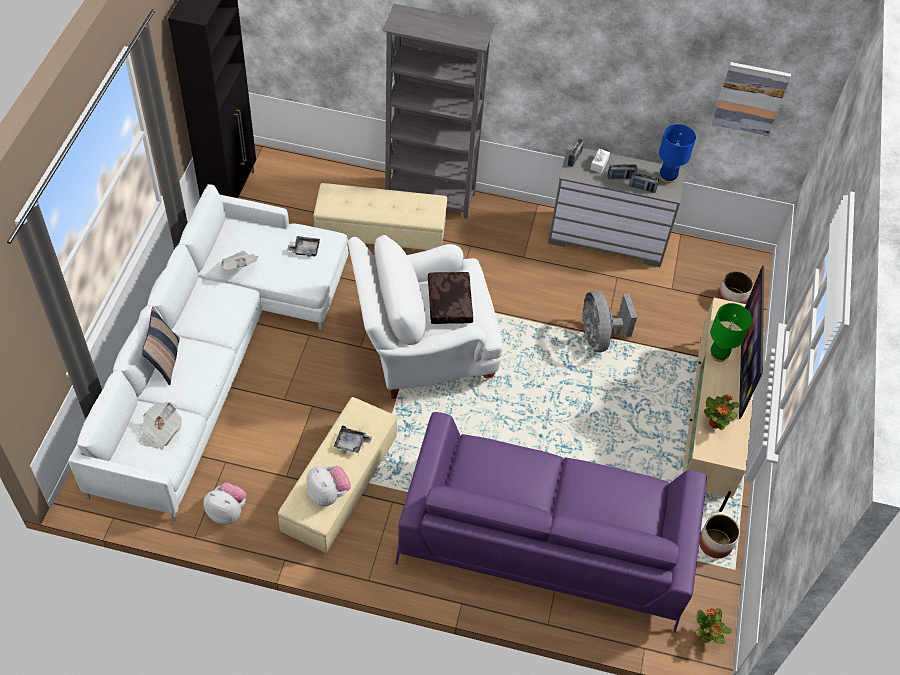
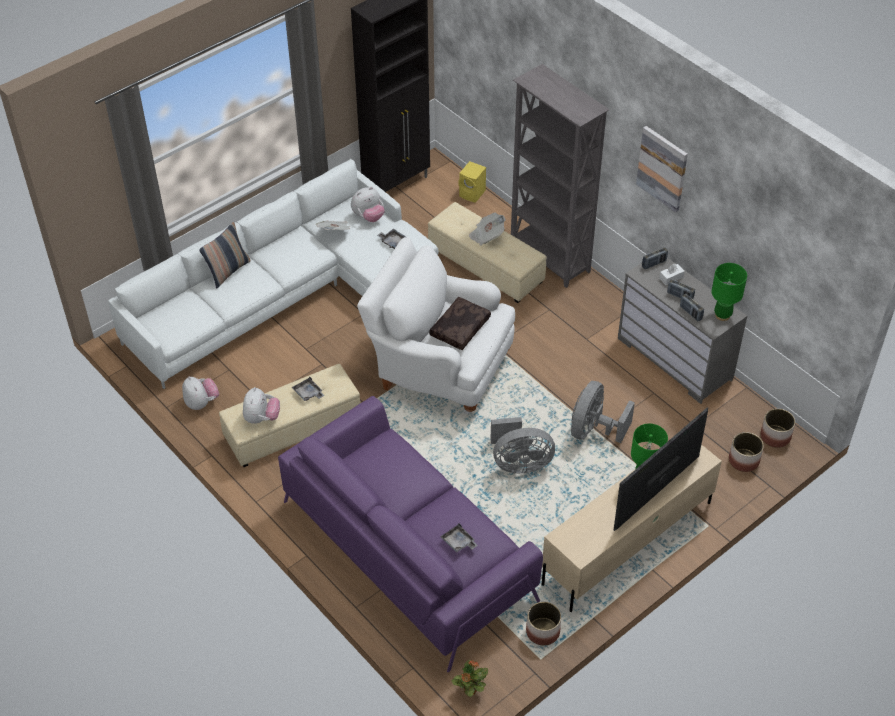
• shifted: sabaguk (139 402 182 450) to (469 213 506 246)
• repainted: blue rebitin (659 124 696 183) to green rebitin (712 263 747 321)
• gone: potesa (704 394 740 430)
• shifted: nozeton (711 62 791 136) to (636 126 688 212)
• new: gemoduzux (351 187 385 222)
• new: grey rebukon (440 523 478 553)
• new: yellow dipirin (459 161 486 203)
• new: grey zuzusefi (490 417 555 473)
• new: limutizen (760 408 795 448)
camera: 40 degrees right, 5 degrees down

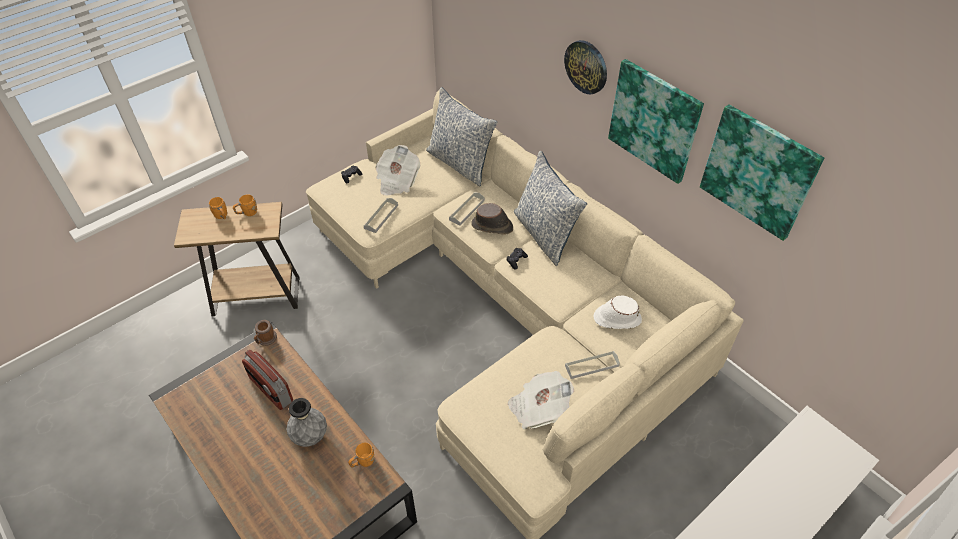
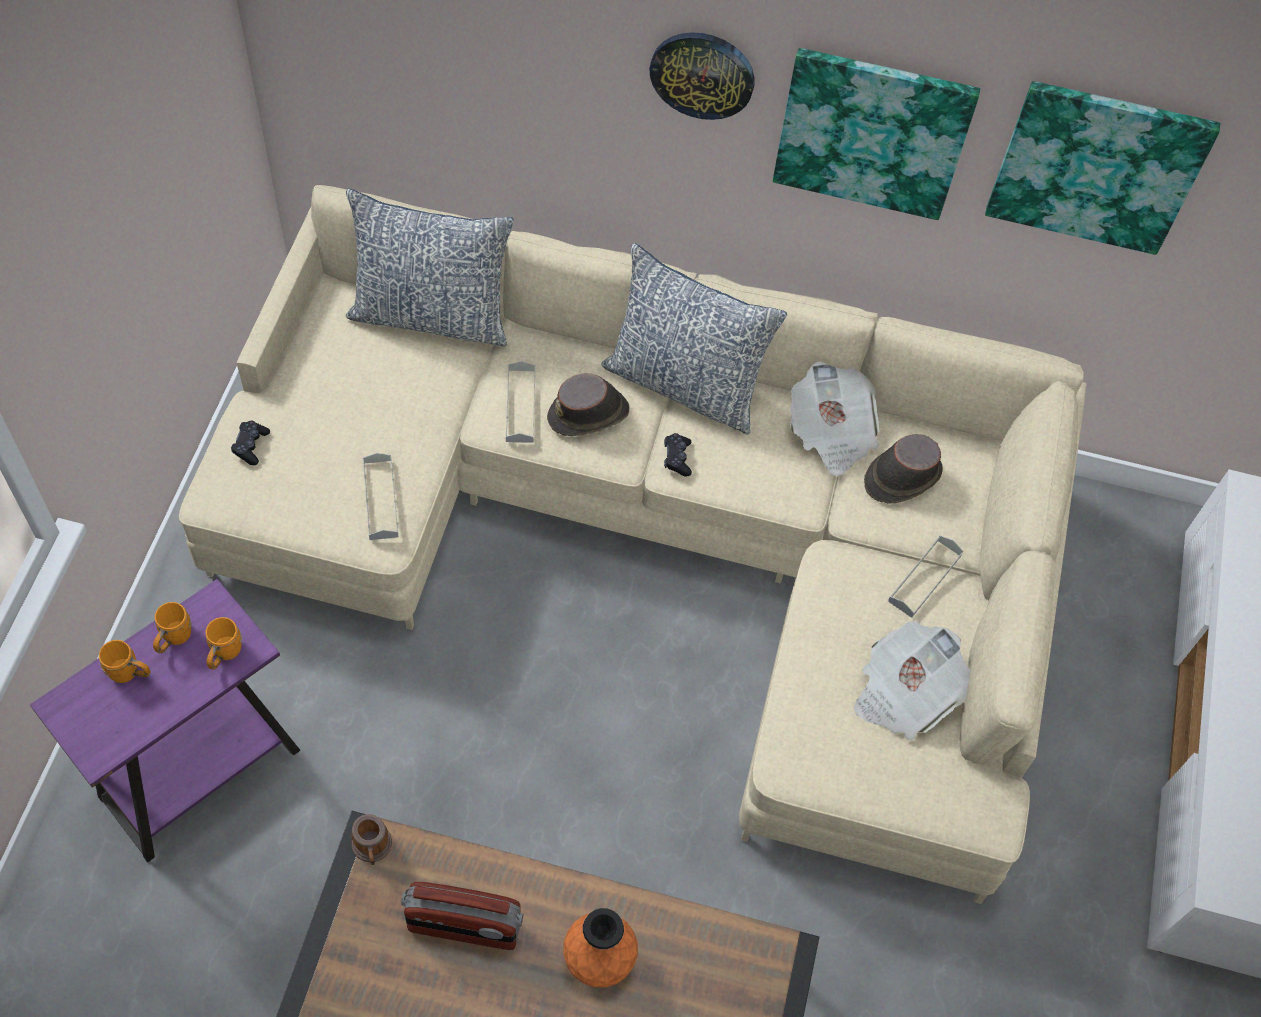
• repainted: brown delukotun (174 202 300 316) to purple delukotun (30 579 300 862)
• repainted: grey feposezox (287 398 327 447) to orange feposezox (563 908 638 987)
• shifted: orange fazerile (348 442 375 467) to (206 617 242 670)
• shifted: sabaguk (376 145 420 195) to (790 361 879 476)
• repainted: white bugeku (593 296 642 329) to brown bugeku (864 434 943 504)
camera: 40 degrees left, 10 degrees up

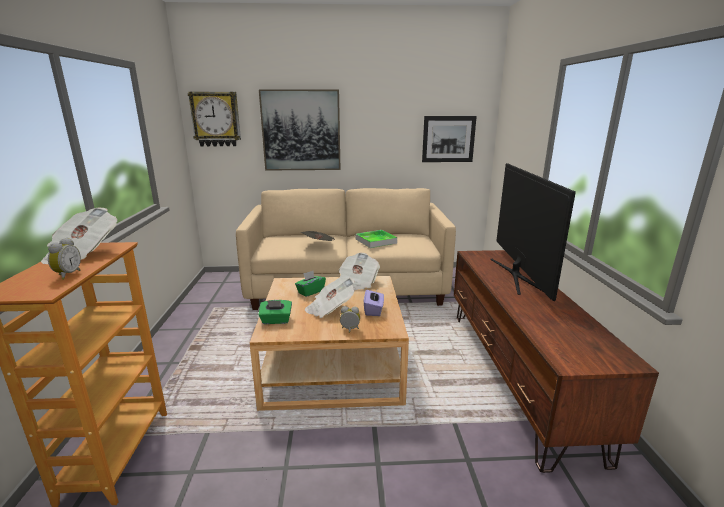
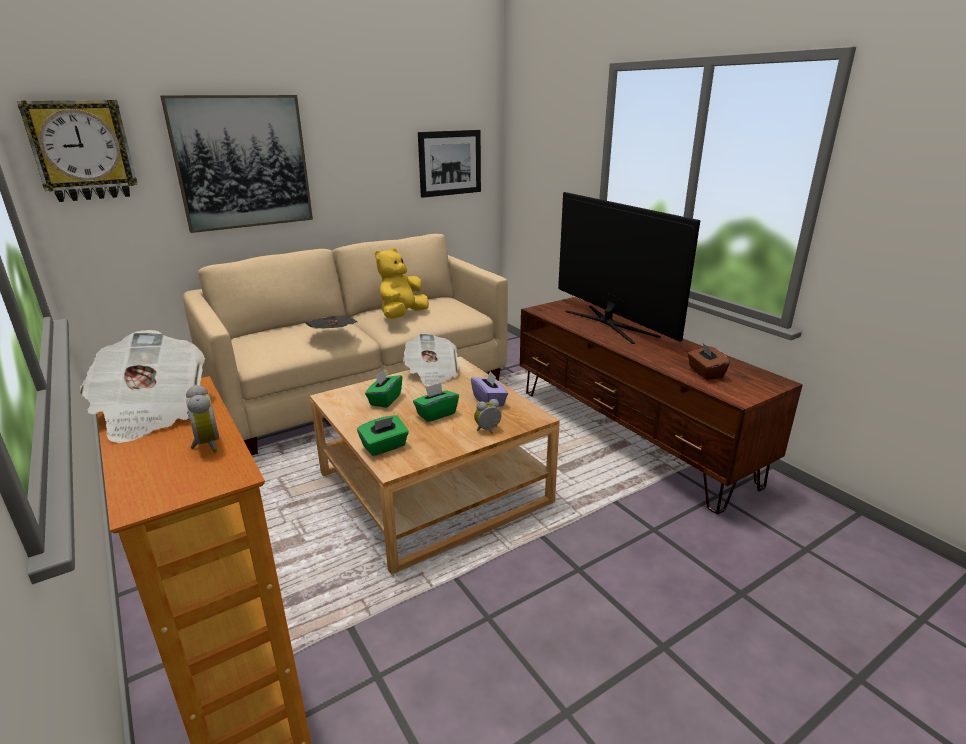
• swapped: sabaguk (305 278 355 318) to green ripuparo (413 383 459 422)
• swapped: rebukon (356 230 397 248) to yellow gemoduzux (375 248 429 319)
• new: brown ripuparo (688 342 730 380)
camera: 30 degrees left, 5 degrees up

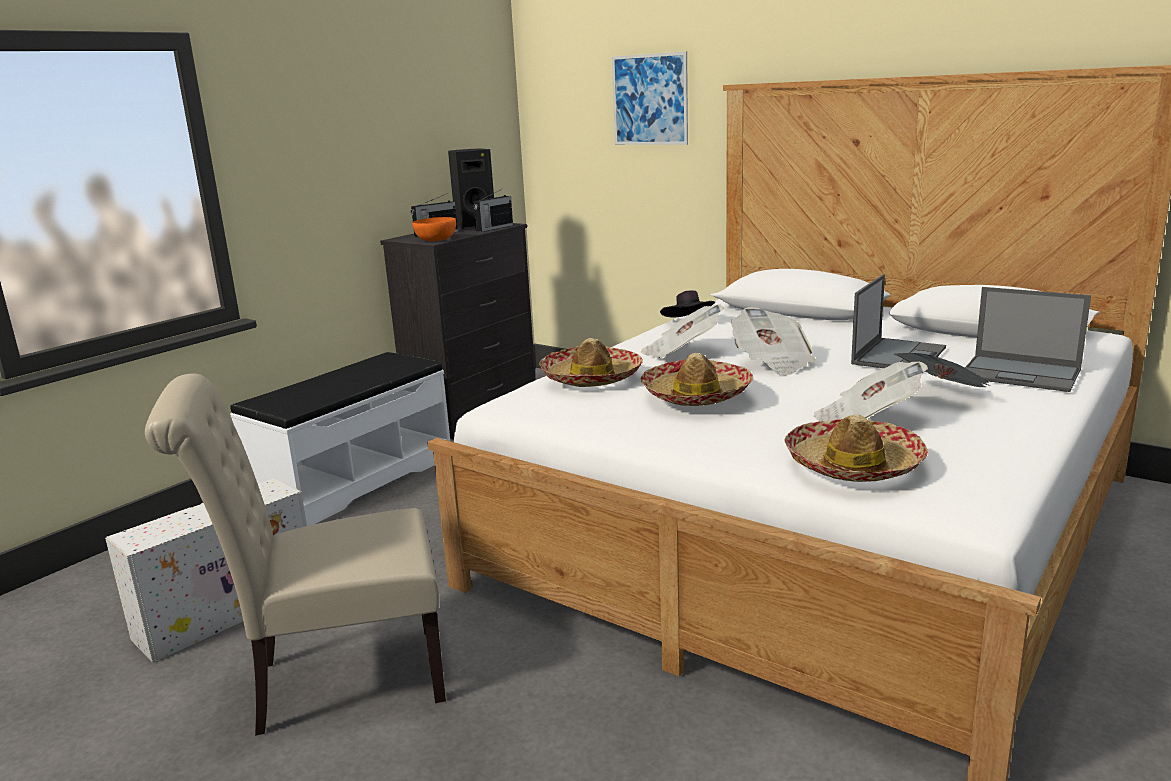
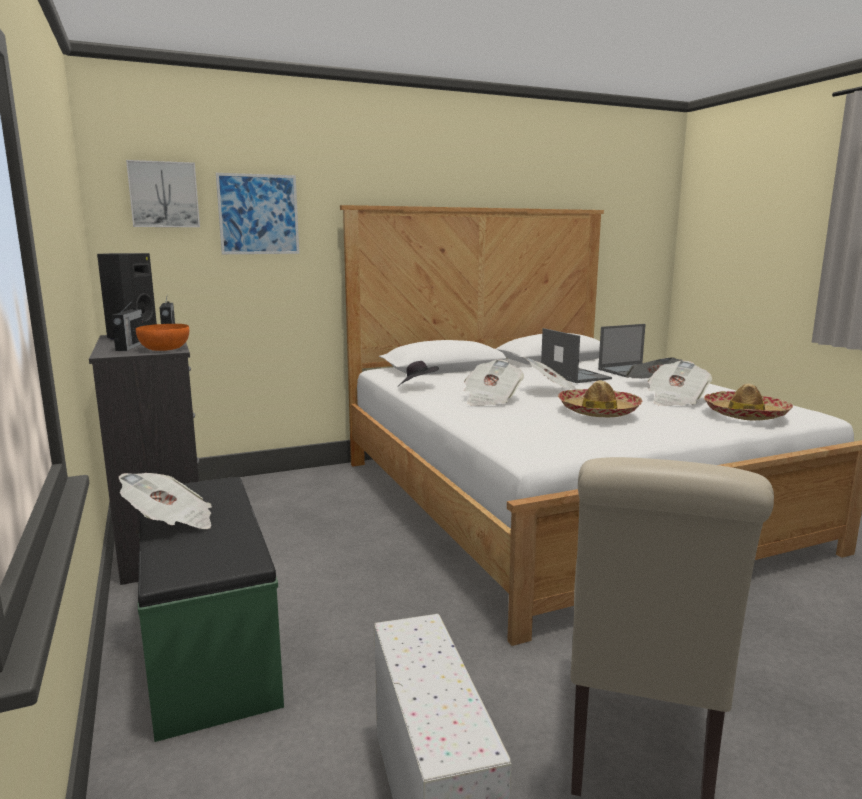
• repainted: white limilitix (230 352 450 526) to green limilitix (138 477 284 742)
• gone: bugeku (539 338 643 387)
• new: sabaguk (119 473 212 529)
• new: nozeton (126 160 200 227)
camera: 60 degrees left, 5 degrees down

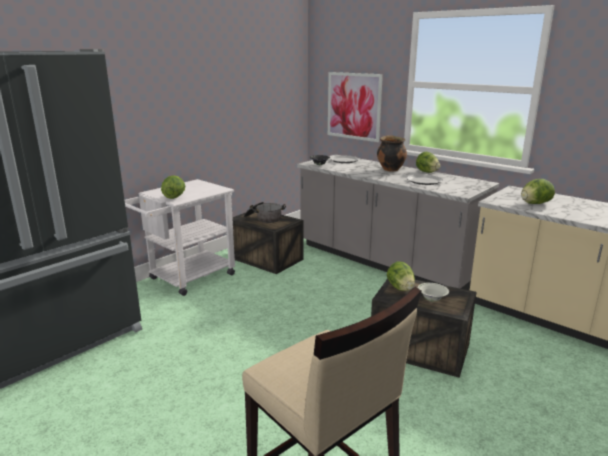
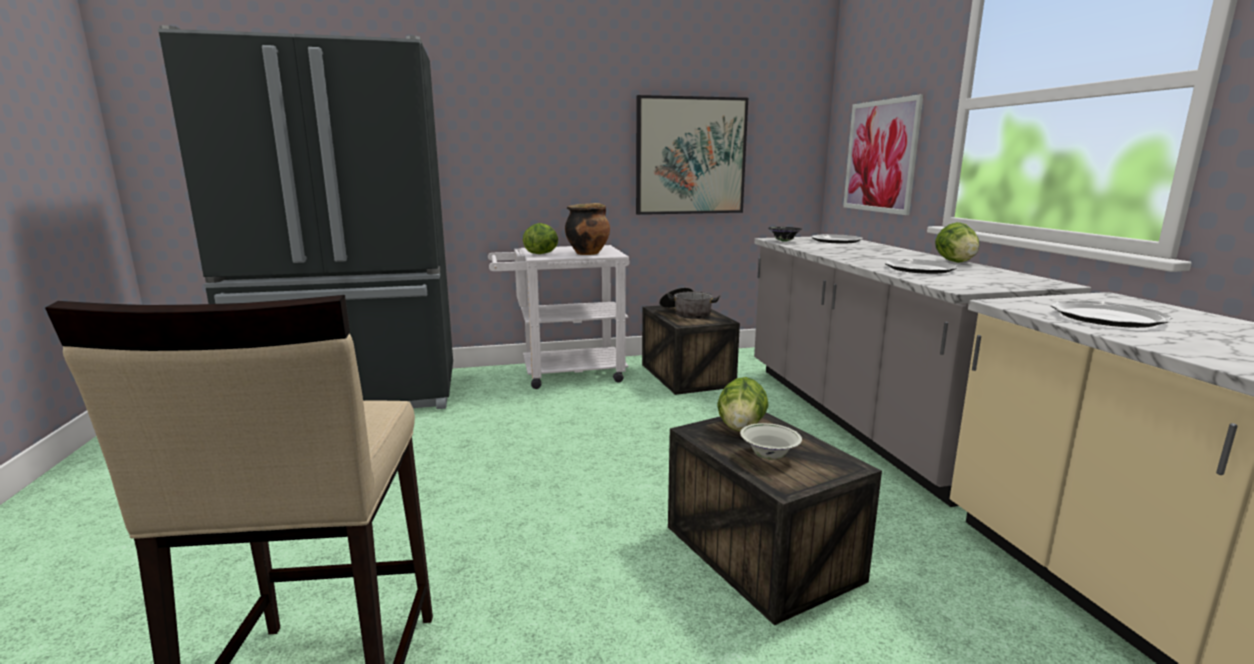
• shifted: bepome (377 135 407 172) to (565 203 610 255)
• swapped: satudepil (521 179 555 204) to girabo (1050 300 1172 328)
• new: nozeton (636 95 748 215)
camera: 35 degrees right, 5 degrees down

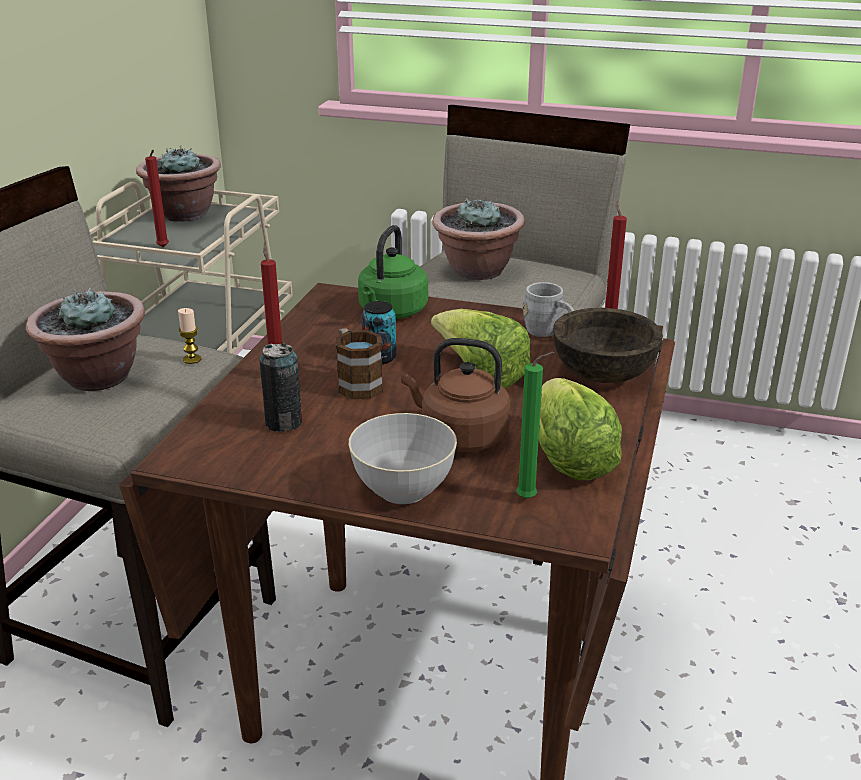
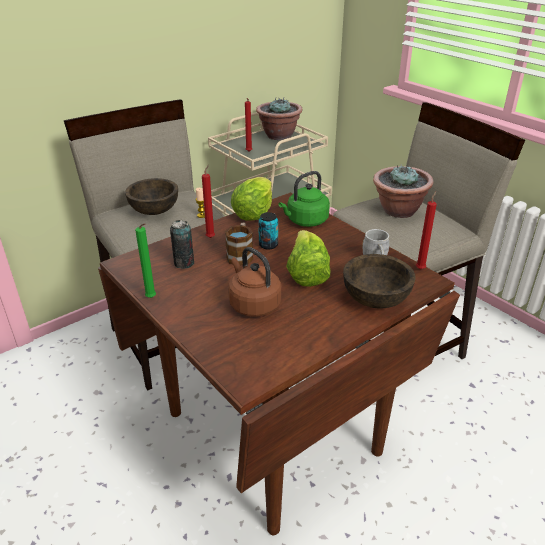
• swapped: potesa (26 288 145 391) to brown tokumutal (125 178 178 215)
• gone: grey tokumutal (349 413 457 504)
• shifted: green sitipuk (516 352 554 499) to (135 223 156 298)
• shifted: satudepil (539 378 622 480) to (231 177 272 221)
camera: 35 degrees right, 5 degrees up

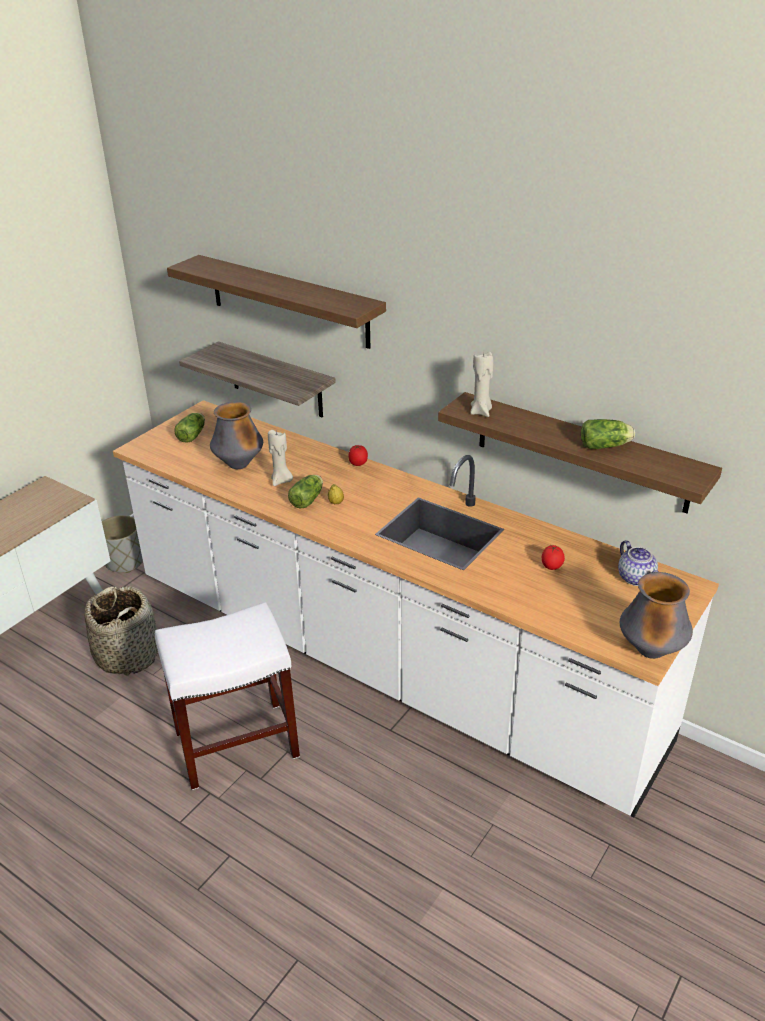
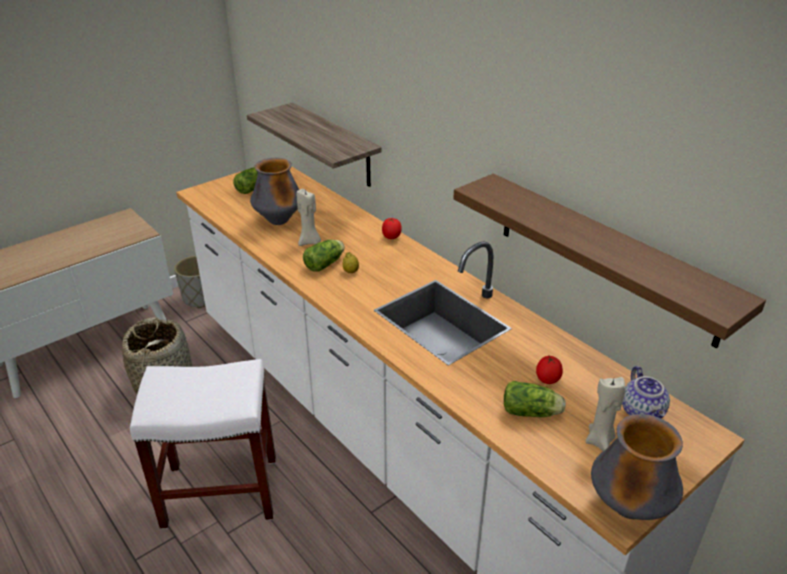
• gone: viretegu (167 255 386 349)
• shifted: beige sitipuk (470 352 494 417) to (585 377 625 451)
• shifted: satudepil (581 419 635 449) to (504 381 566 417)
camera: 15 degrees right, 0 degrees up

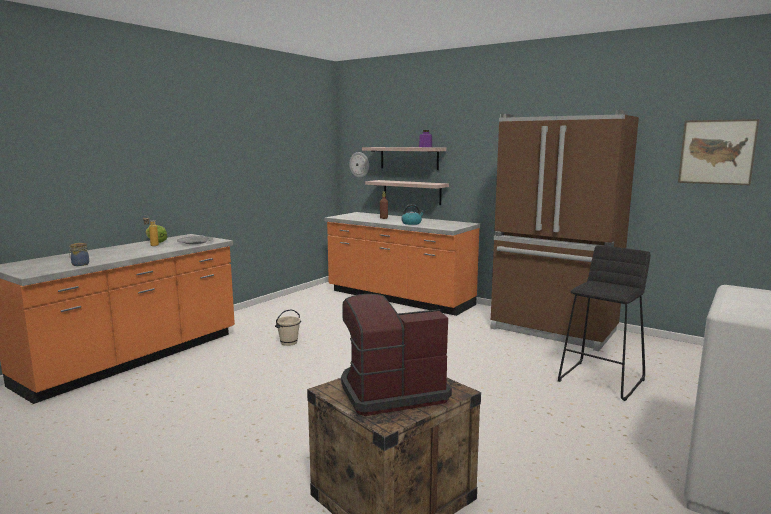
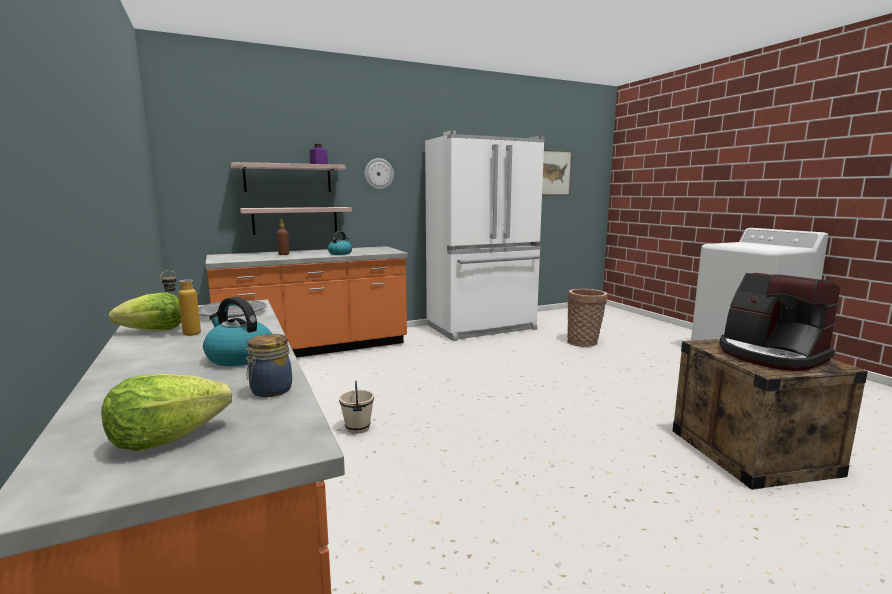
• rotated: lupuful (341 294 452 416) = (719 273 840 371) 45 degrees counterclockwise
• shifted: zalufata (349 152 369 178) to (364 158 394 190)
• repainted: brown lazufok (491 110 639 351) to white lazufok (425 130 545 341)
• swapped: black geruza (558 246 651 401) to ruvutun (567 289 607 347)
• new: satudepil (101 374 232 451)
• new: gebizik (203 297 272 366)
camera: 60 degrees left, 0 degrees up

